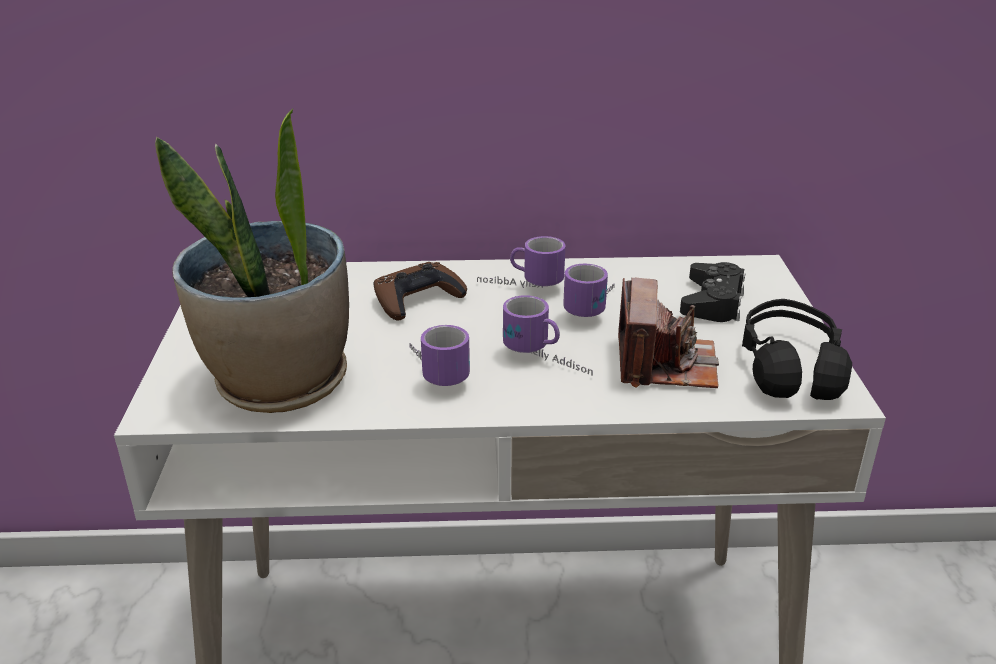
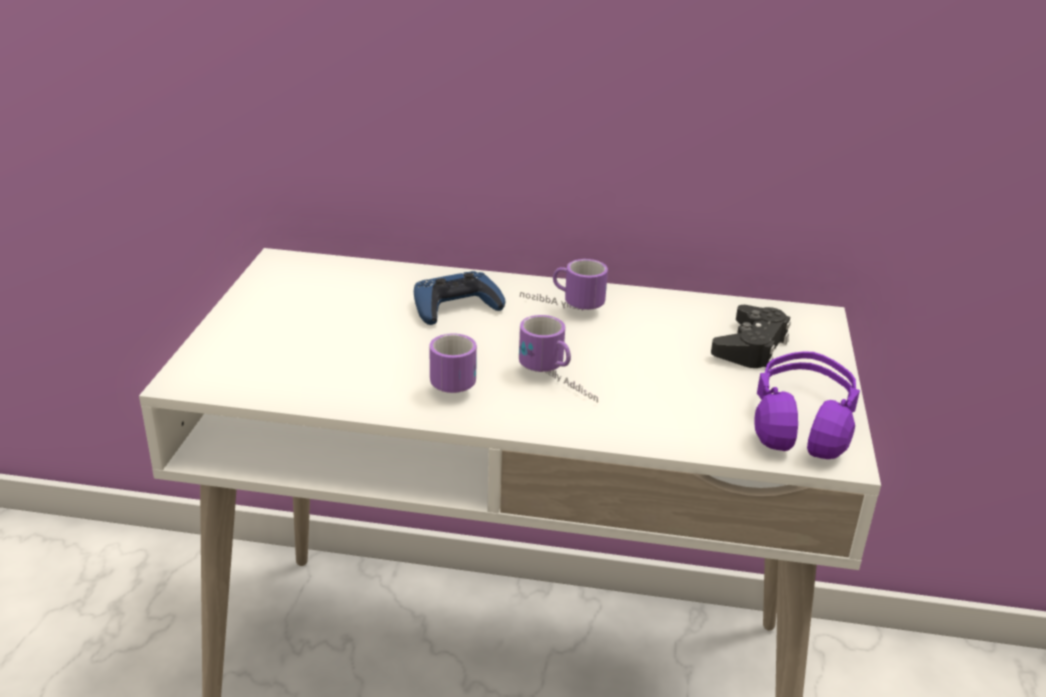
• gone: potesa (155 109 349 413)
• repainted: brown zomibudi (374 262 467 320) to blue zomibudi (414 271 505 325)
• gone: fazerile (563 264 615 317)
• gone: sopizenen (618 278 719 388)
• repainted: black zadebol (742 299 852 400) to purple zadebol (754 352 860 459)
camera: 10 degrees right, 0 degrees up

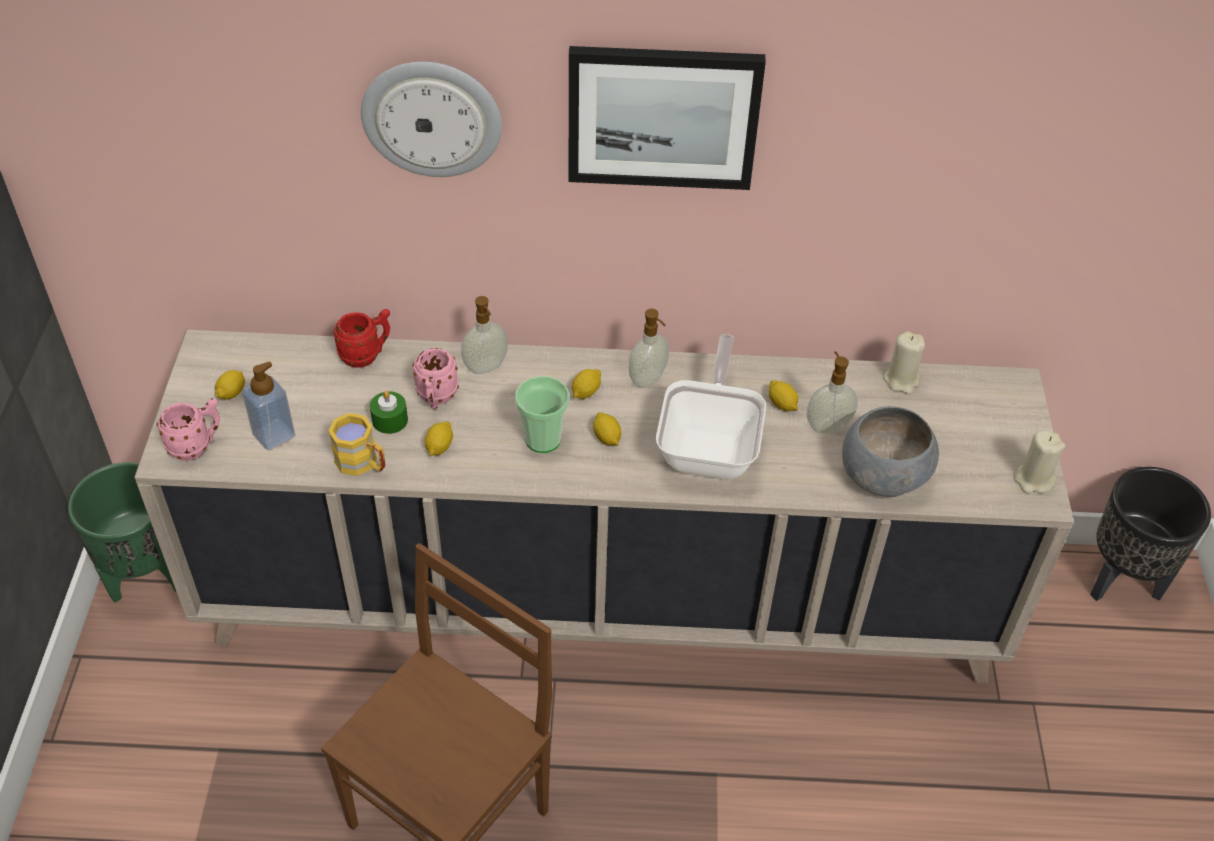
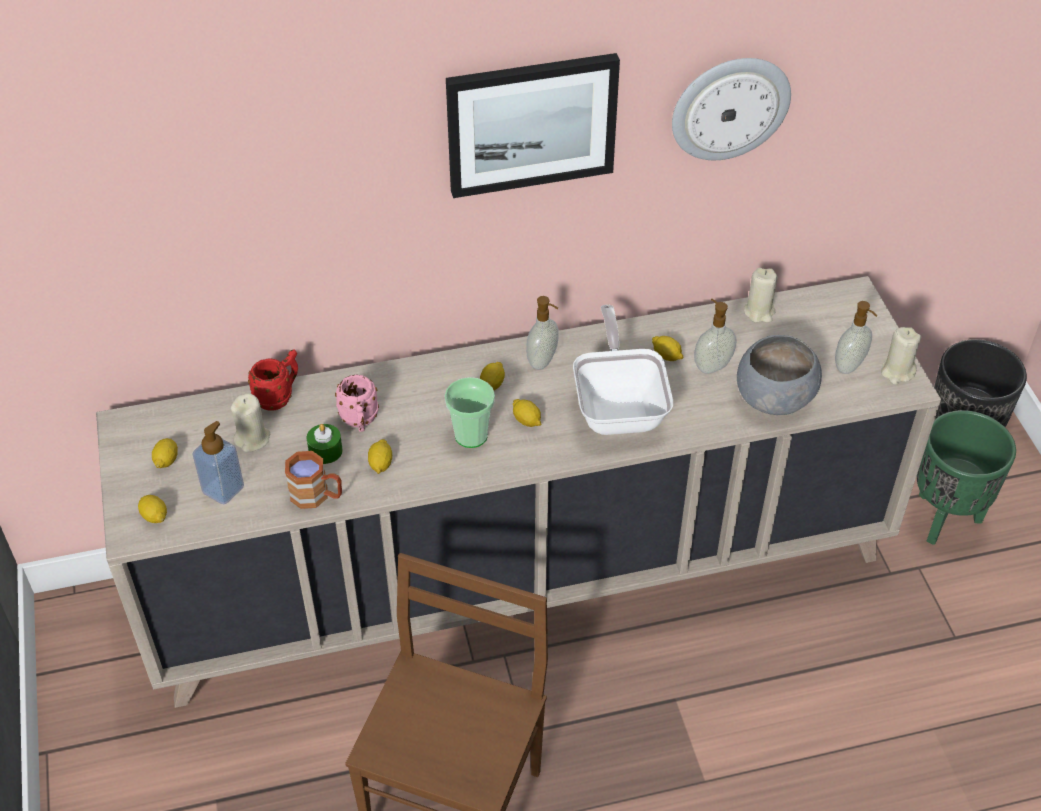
• shifted: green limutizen (68 462 176 603) to (917 410 1016 545)
• swapped: pink fazerile (157 398 220 461) to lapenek (138 495 167 523)
• repainted: yellow fazerile (328 413 385 476) to brown fazerile (285 451 342 509)
• shifted: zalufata (361 62 502 177) to (672 58 791 160)
• shifted: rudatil (461 296 508 374) to (835 301 878 374)
• new: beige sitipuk (231 393 270 452)
camera: 15 degrees left, 0 degrees up

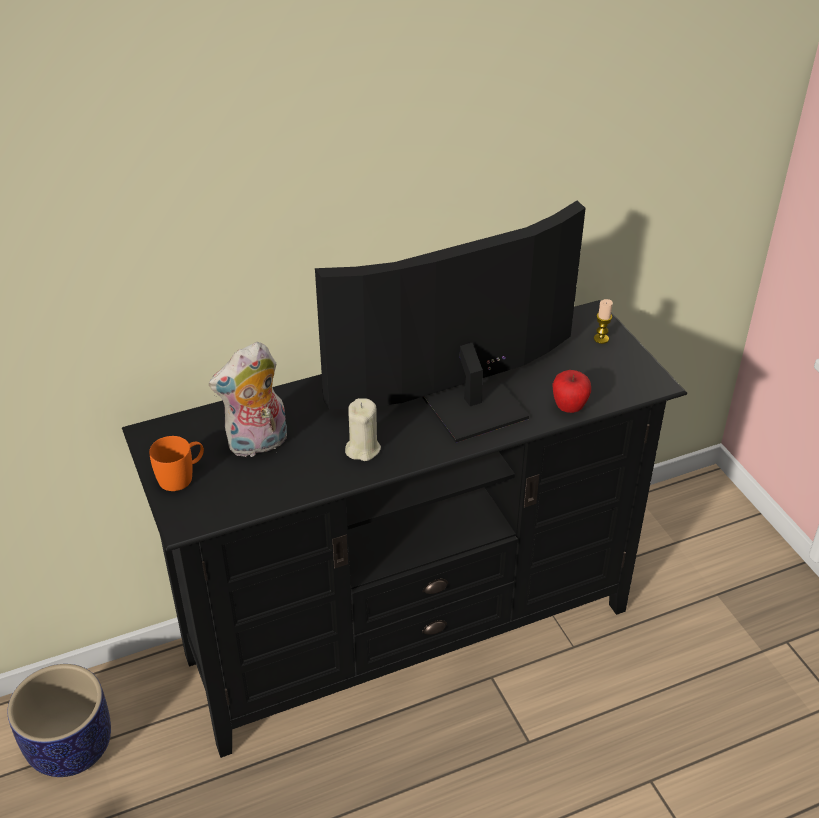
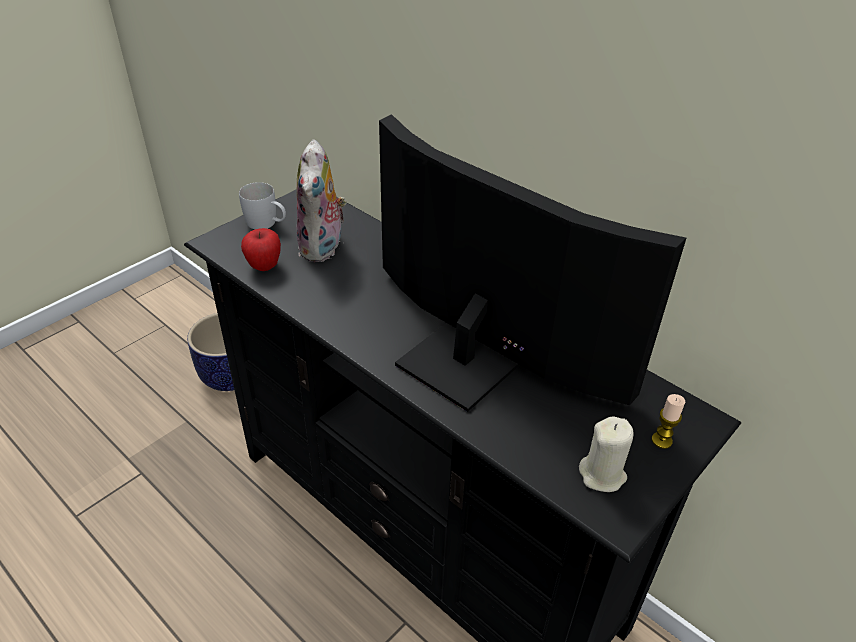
• repainted: orange fazerile (149 436 204 491) to white fazerile (239 182 286 229)
• rotated: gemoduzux (209 342 287 457) = (296 139 347 262) 120 degrees counterclockwise
• shifted: beige sitipuk (345 398 381 461) to (579 417 634 492)
• shifted: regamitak (552 370 591 413) to (241 228 281 271)
camera: 65 degrees right, 0 degrees up

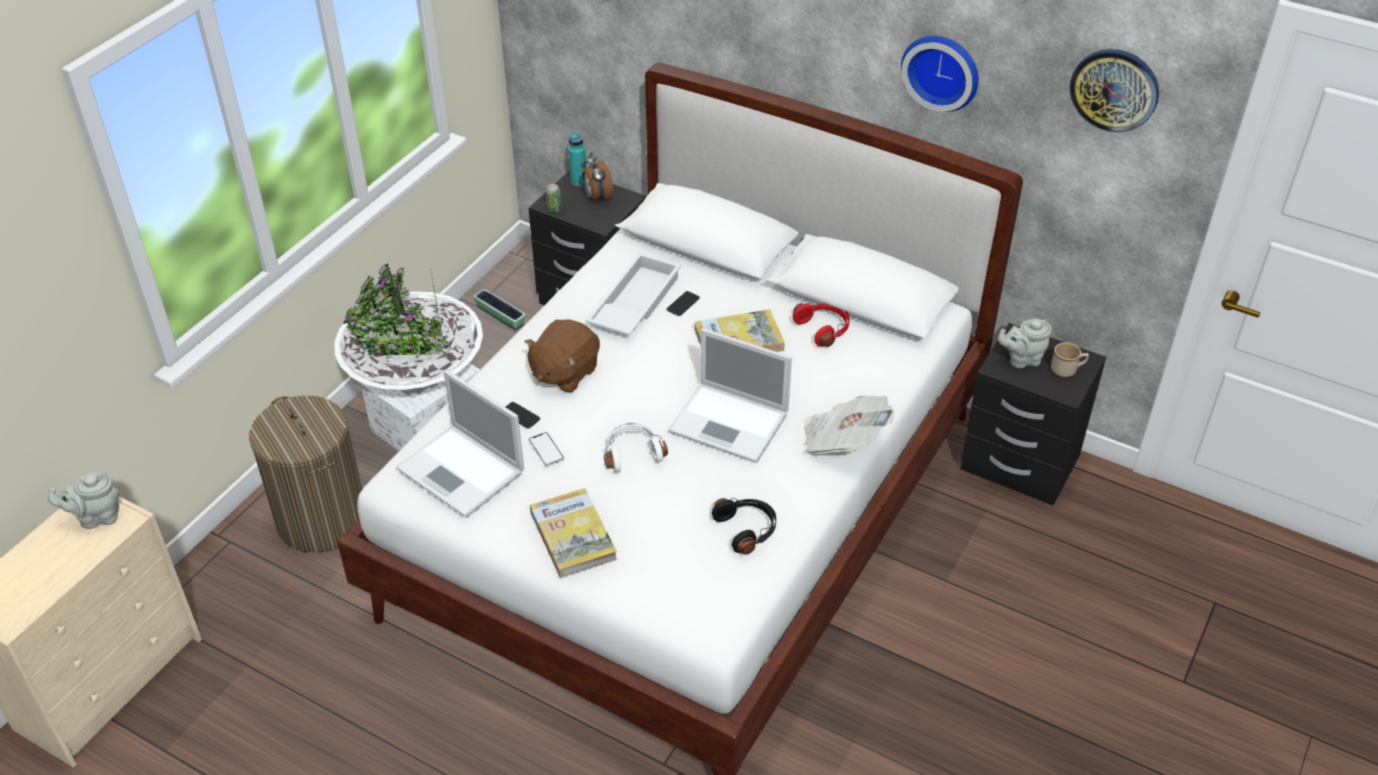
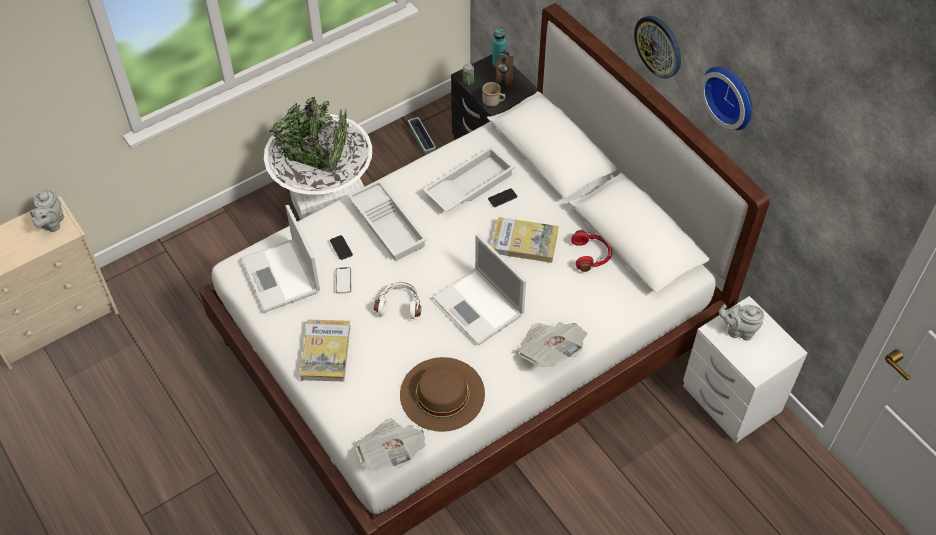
• rotated: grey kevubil (48 472 120 529) = (30 189 64 232) 90 degrees counterclockwise
• gone: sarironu (249 395 362 553)
• swapped: brown gemoduzux (524 319 600 393) to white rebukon (348 180 427 261)
• swapped: black zadebol (712 498 776 555) to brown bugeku (400 357 485 432)
• repainted: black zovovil (960 323 1106 505) to white zovovil (683 296 808 443)
• shifted: beige fazerile (1051 342 1089 377) to (482 82 505 106)
• shifted: zalufata (1069 49 1159 132) to (634 16 681 78)
• new: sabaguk (356 418 426 471)
camera: 25 degrees right, 10 degrees up

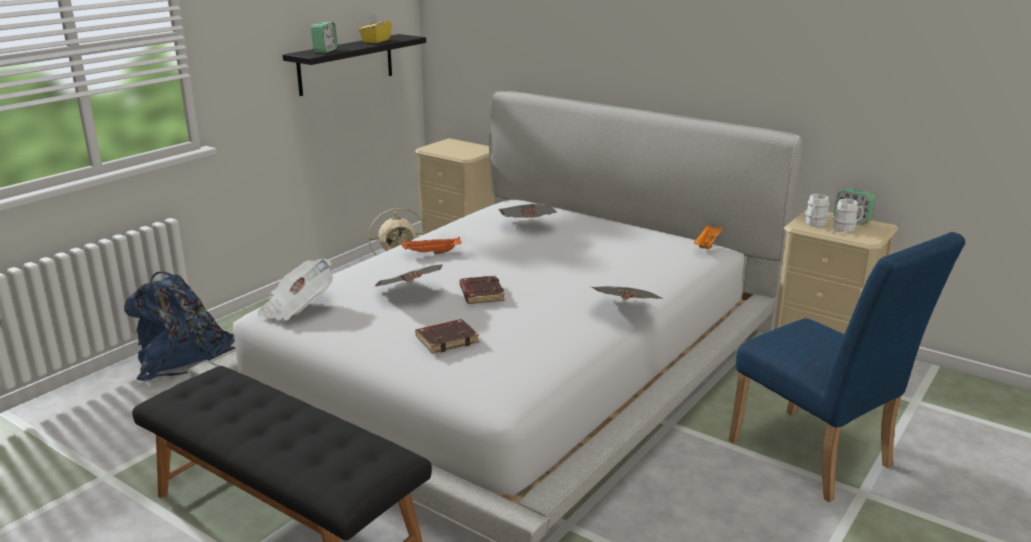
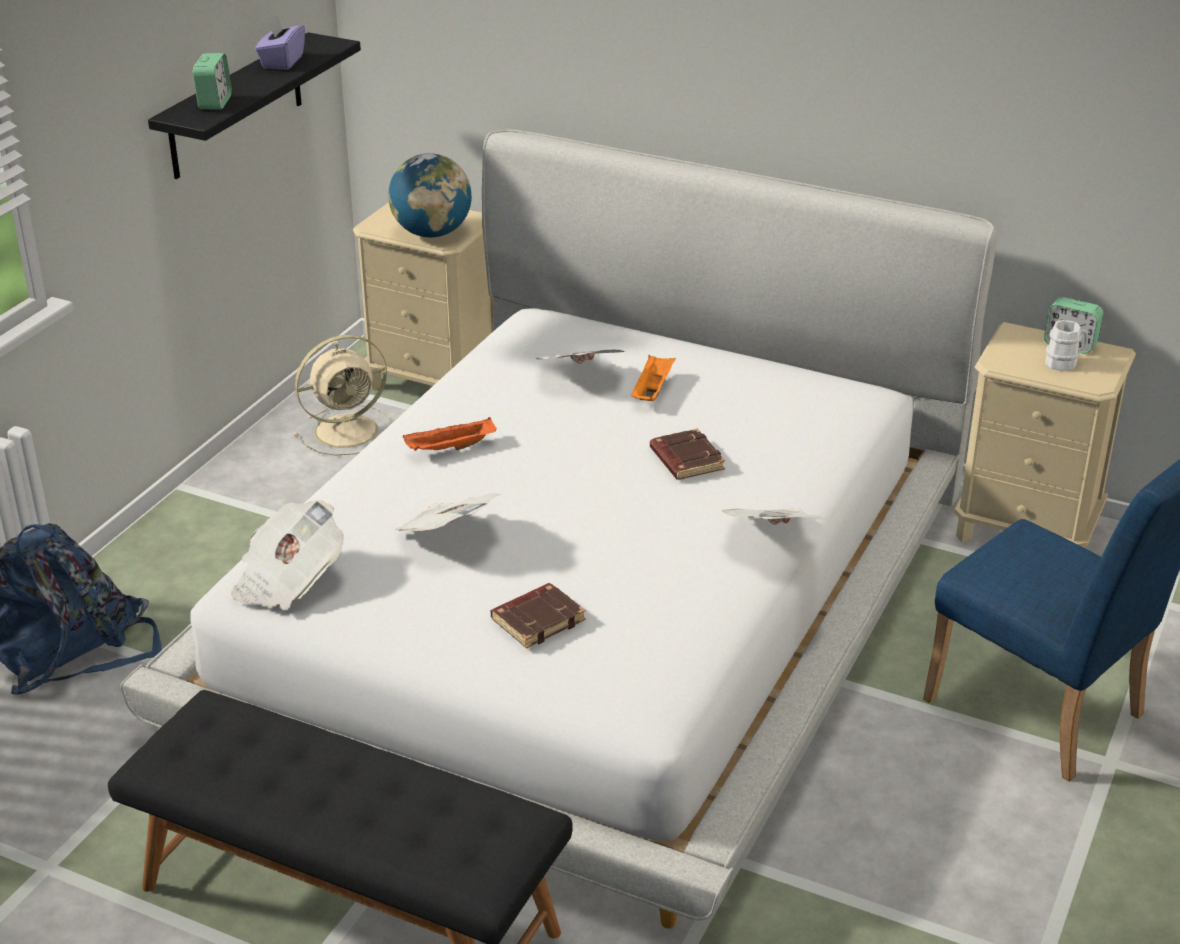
• repainted: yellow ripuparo (359 14 392 43) to purple ripuparo (255 15 305 70)
• shifted: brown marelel (460 276 505 304) to (650 428 725 480)
• shifted: orange rebukon (694 224 724 249) to (631 355 676 401)
• gone: white fazerile (805 194 830 227)
• new: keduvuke (388 153 472 237)
camera: 10 degrees left, 10 degrees up

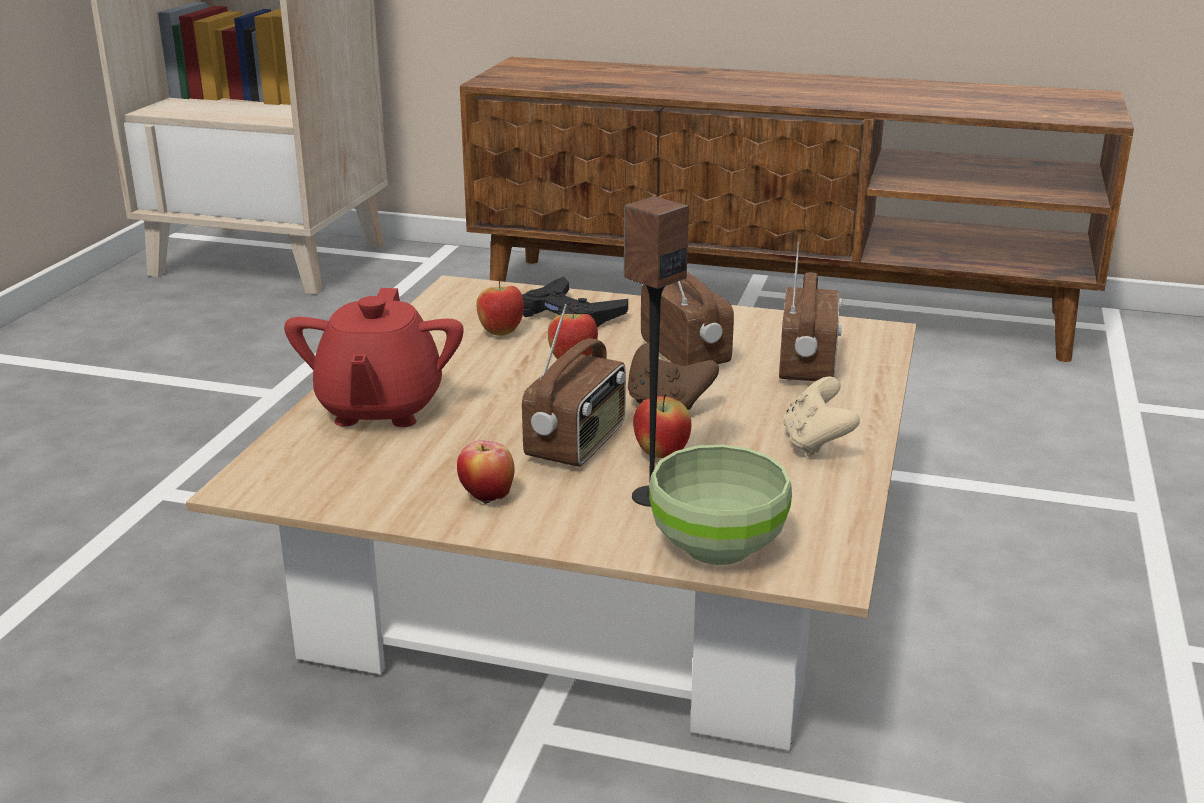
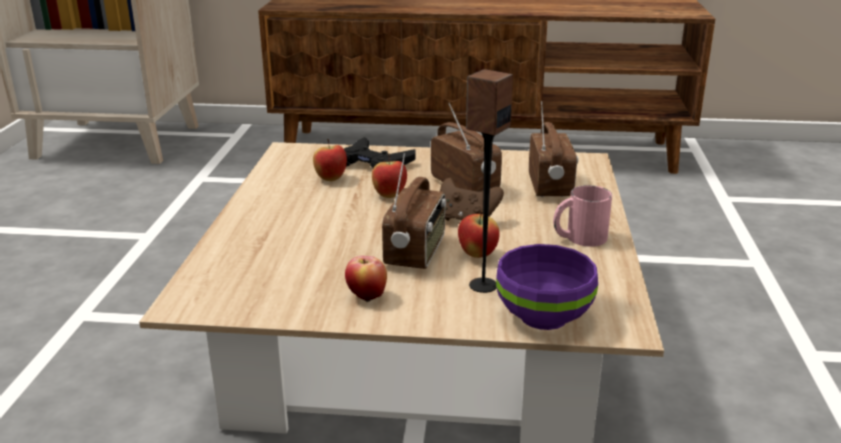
• gone: red kevubil (284 288 464 427)
• repainted: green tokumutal (649 445 792 565) to purple tokumutal (496 244 598 330)
• swapped: beige zomibudi (783 376 860 457) to pink fazerile (553 185 612 247)
camera: 10 degrees left, 0 degrees up

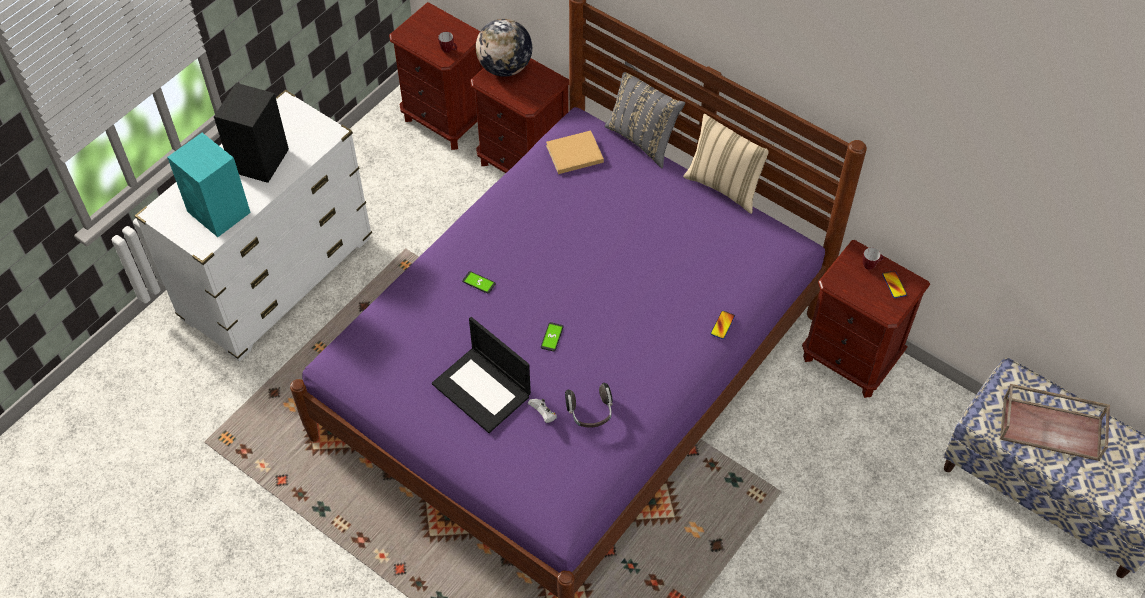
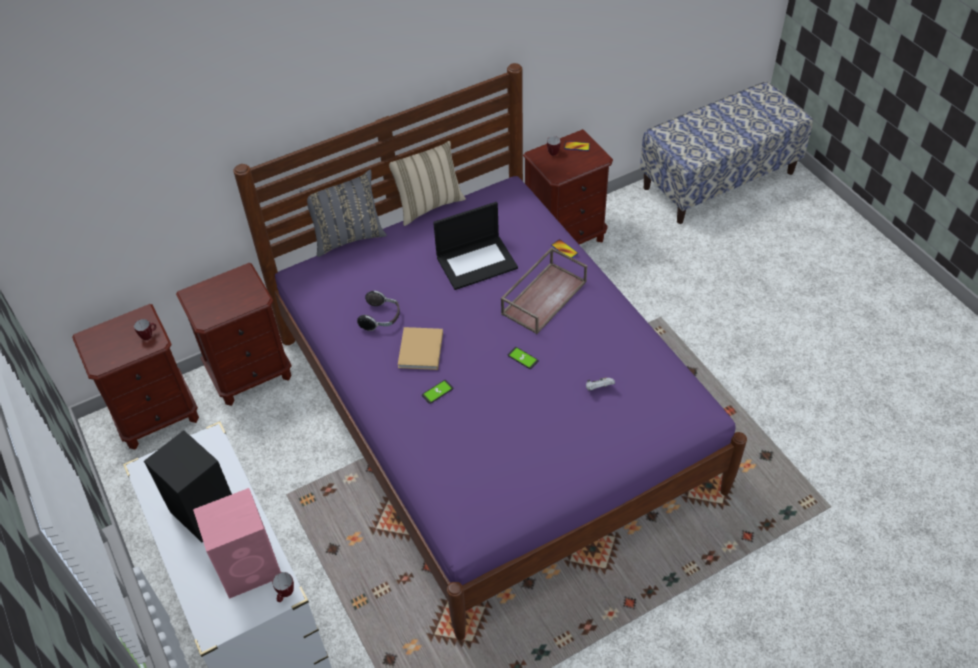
• repainted: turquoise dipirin (167 133 251 237) to pink dipirin (193 488 281 599)
• shifted: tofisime (432 317 531 433) to (433 202 518 290)
• gone: keduvuke (476 19 532 77)
• shifted: beige marelel (546 131 604 174) to (398 327 443 370)
• shifted: zadebol (565 383 613 427) to (357 291 400 331)
• shifted: brown rebukon (1000 384 1110 461) to (501 247 587 334)
• new: fazerile (272 572 294 602)
camera: 65 degrees left, 5 degrees down

